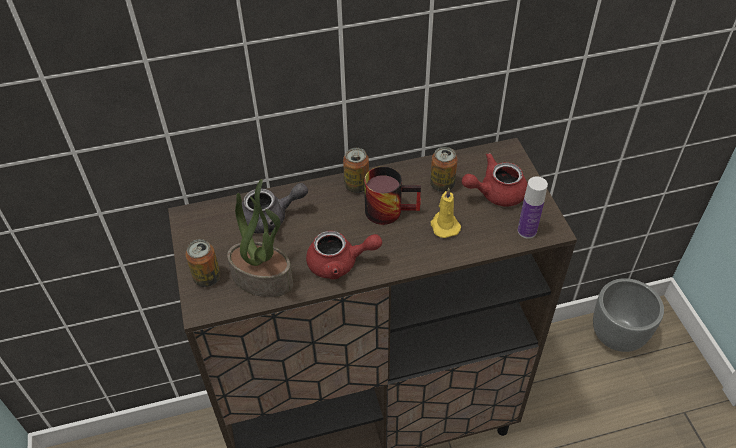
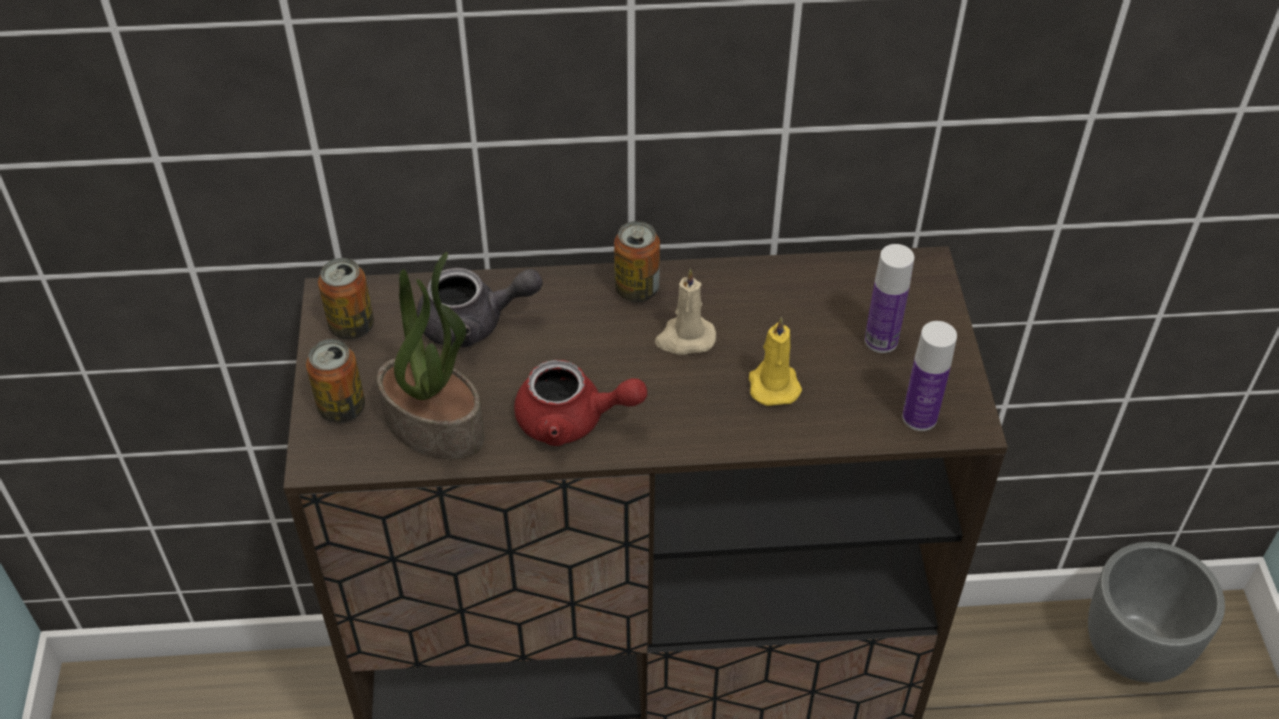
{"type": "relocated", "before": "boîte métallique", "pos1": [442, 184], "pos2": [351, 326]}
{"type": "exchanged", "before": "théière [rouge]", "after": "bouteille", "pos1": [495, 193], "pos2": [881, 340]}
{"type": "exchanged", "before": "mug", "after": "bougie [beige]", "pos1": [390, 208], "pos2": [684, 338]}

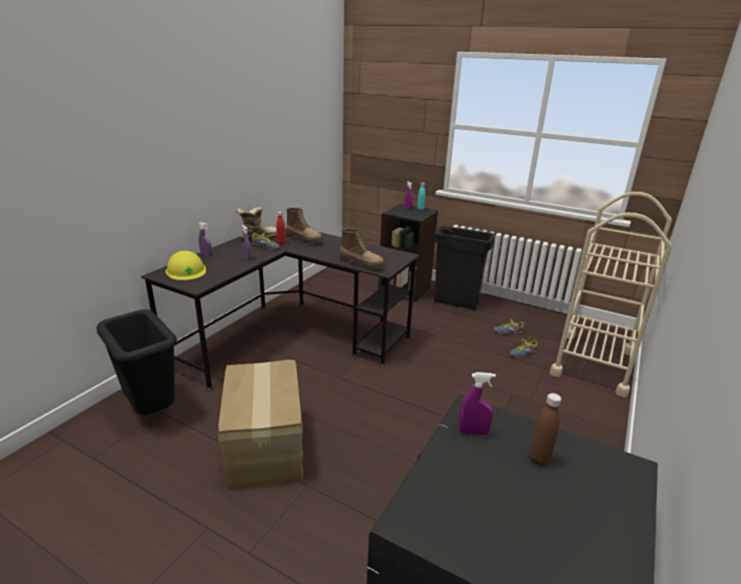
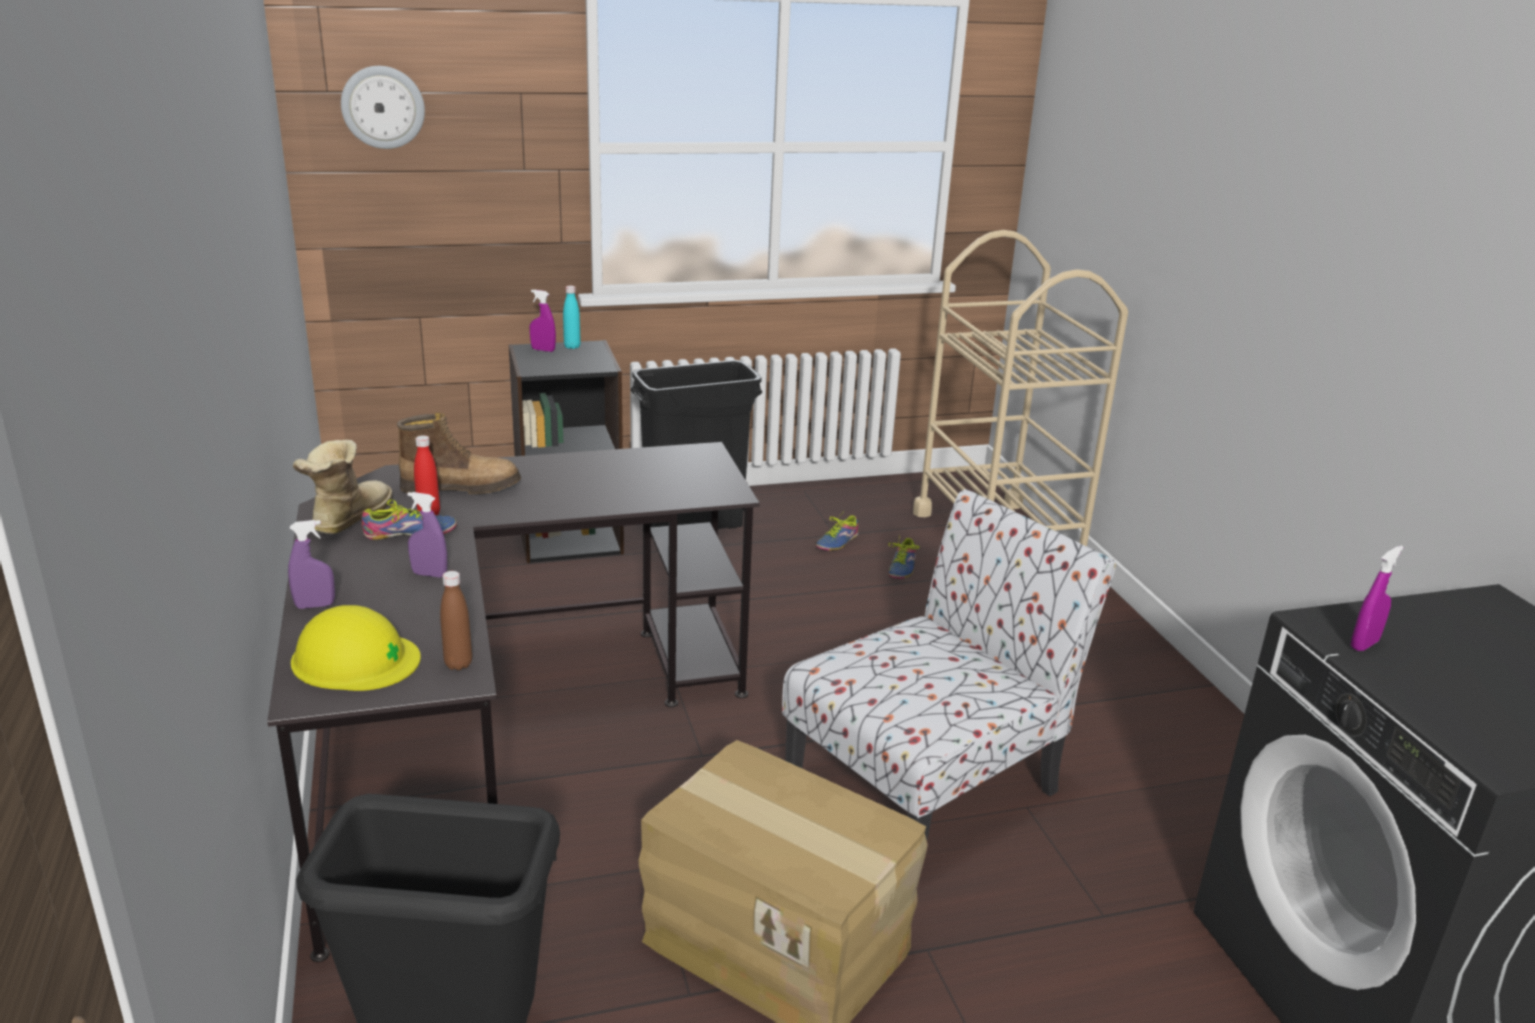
{"type": "missing", "before": "botte", "pos1": [362, 264]}
{"type": "relocated", "before": "bouteille [marron]", "pos1": [539, 459], "pos2": [458, 664]}
{"type": "appeared", "after": "horloge murale", "pos2": [383, 107]}
{"type": "appeared", "after": "chaise", "pos2": [927, 783]}

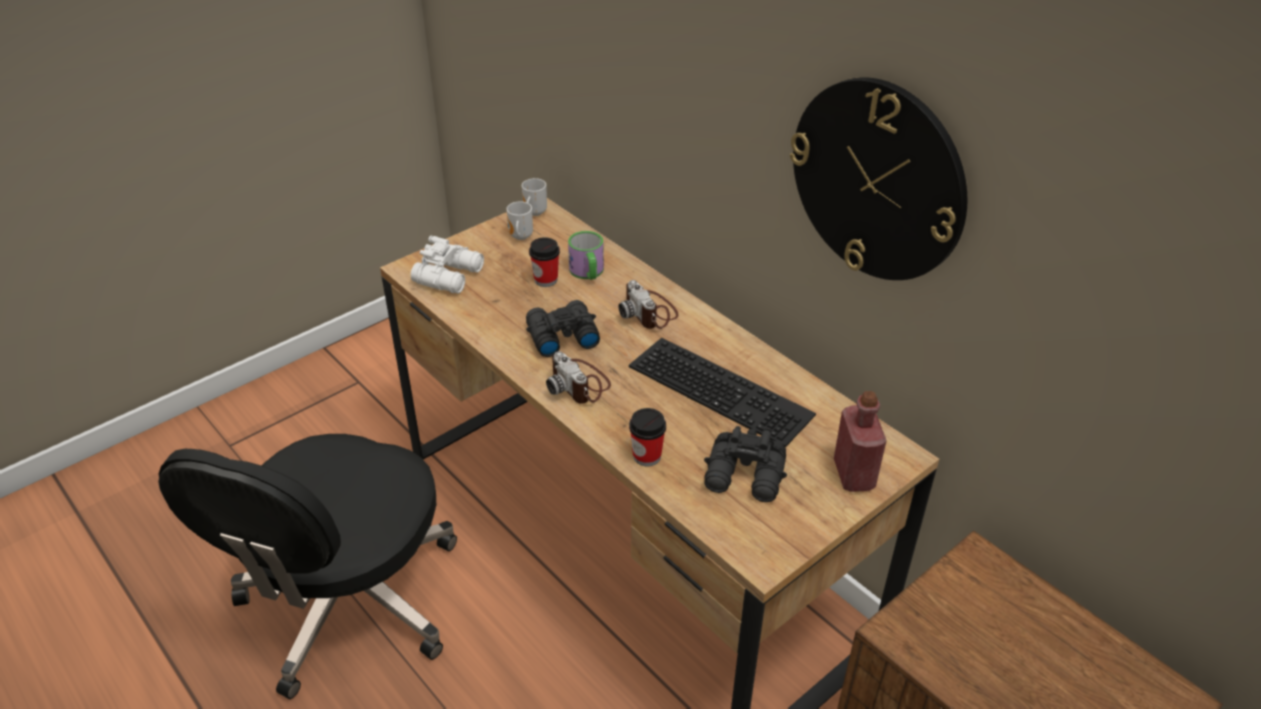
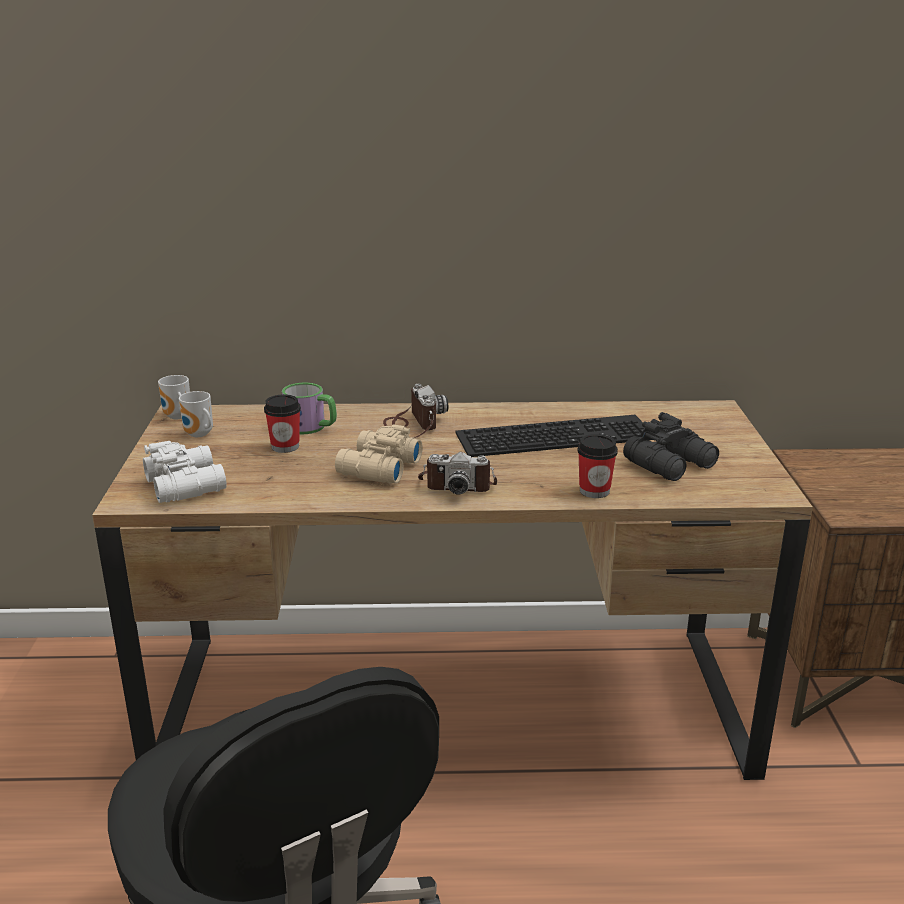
{"type": "missing", "before": "horloge murale", "pos1": [877, 180]}
{"type": "spun", "before": "appareil photo", "pos1": [649, 312], "pos2": [412, 424], "turn": -120}
{"type": "colour", "before": "jumelles [noir]", "after": "jumelles [beige]", "pos1": [561, 336], "pos2": [377, 468]}
{"type": "missing", "before": "bouteille [rouge]", "pos1": [853, 474]}

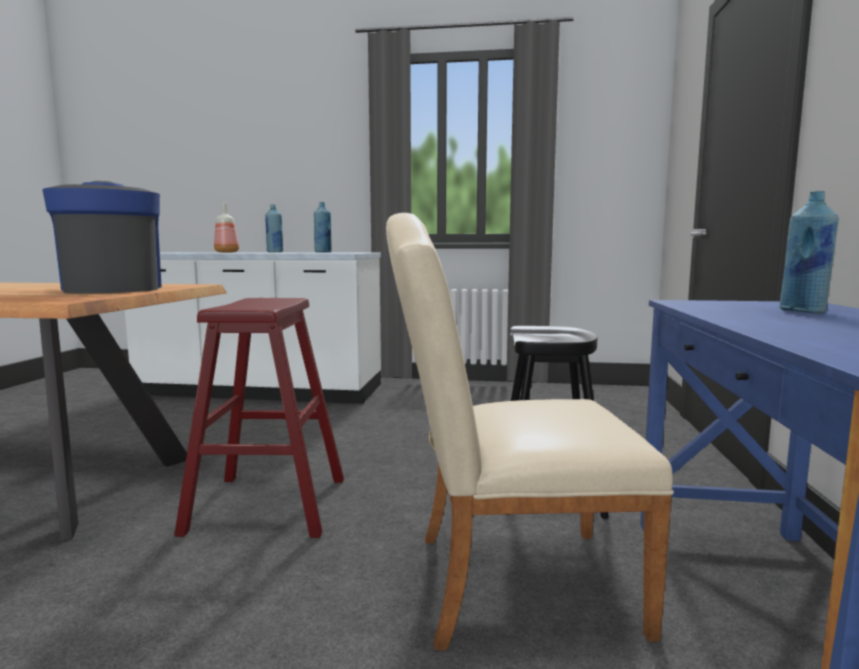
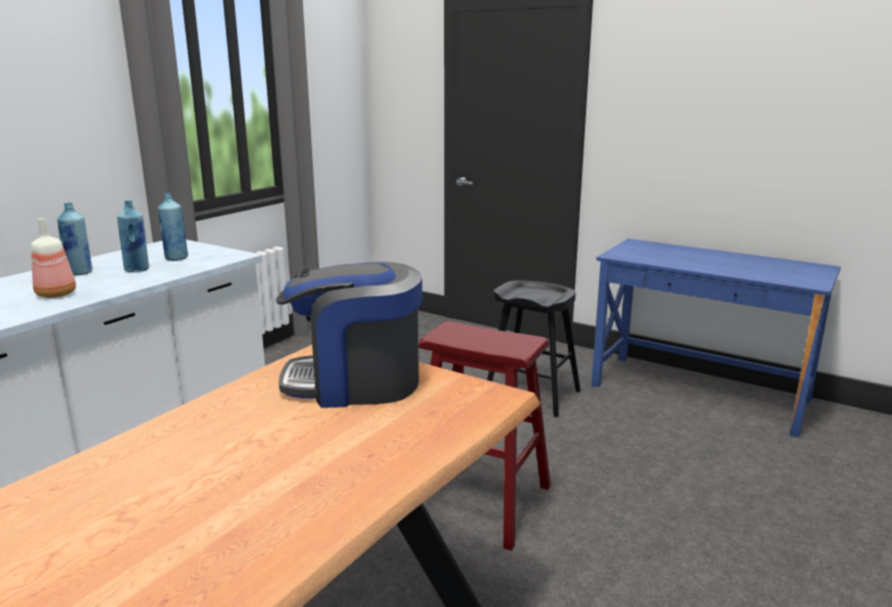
{"type": "relocated", "before": "bouteille [bleu]", "pos1": [803, 312], "pos2": [137, 270]}
{"type": "missing", "before": "chaise [beige]", "pos1": [506, 582]}

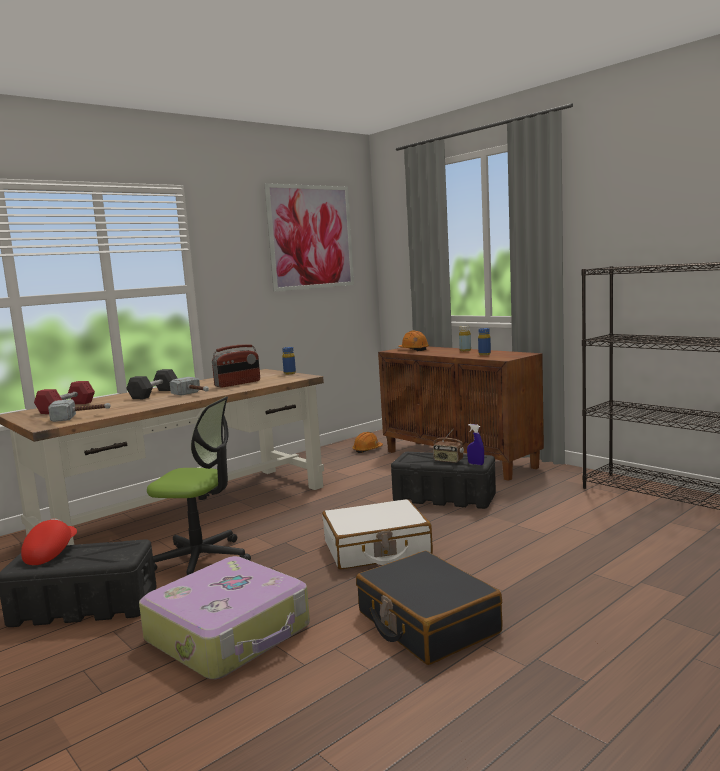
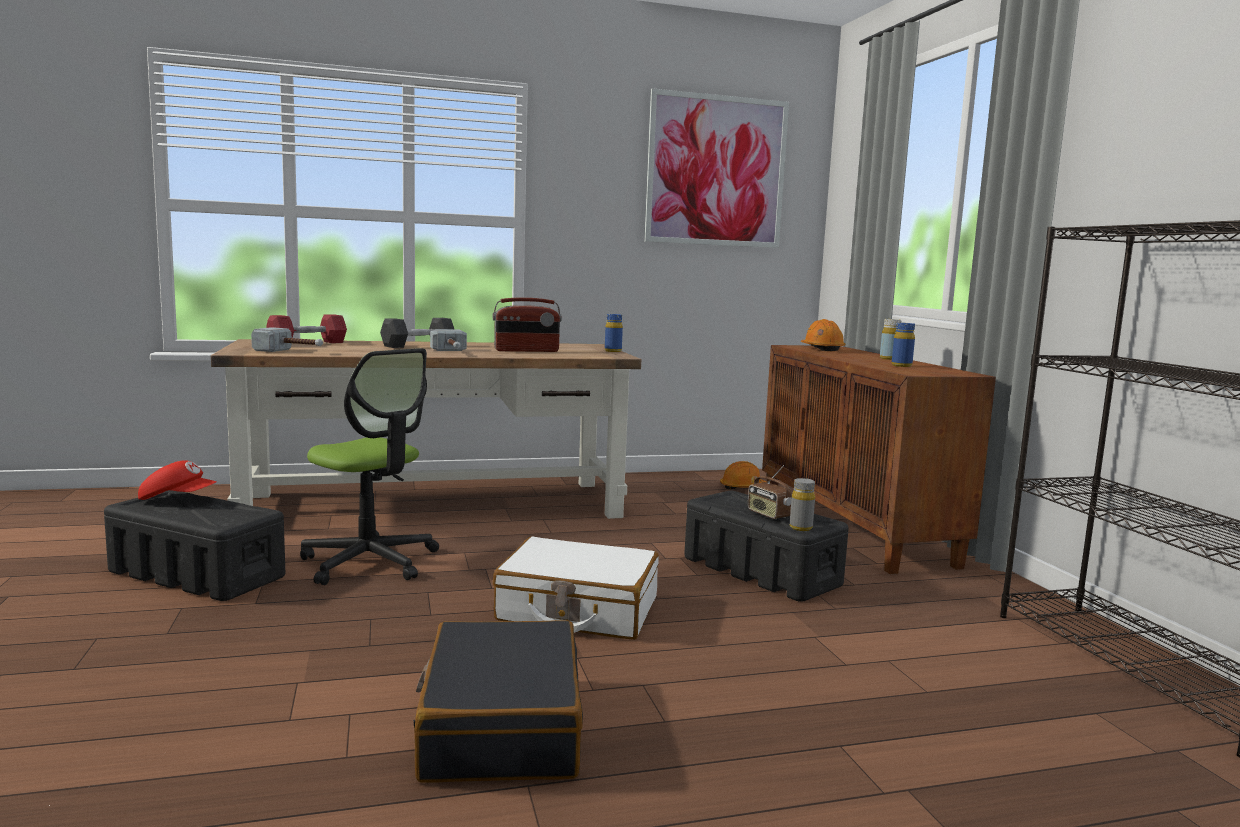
{"type": "exchanged", "before": "vaporisateur [bleu]", "after": "bouteille [gris]", "pos1": [476, 464], "pos2": [800, 528]}
{"type": "spun", "before": "casquette [rouge]", "pos1": [51, 553], "pos2": [178, 499], "turn": 60}
{"type": "missing", "before": "valise", "pos1": [230, 633]}

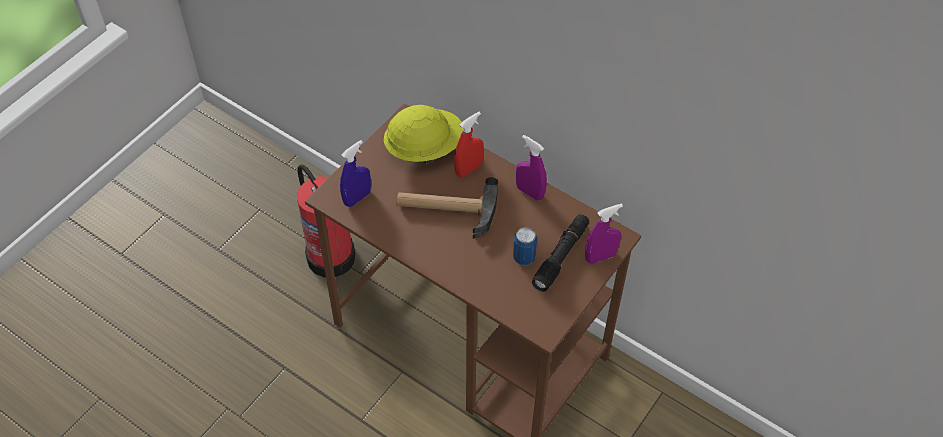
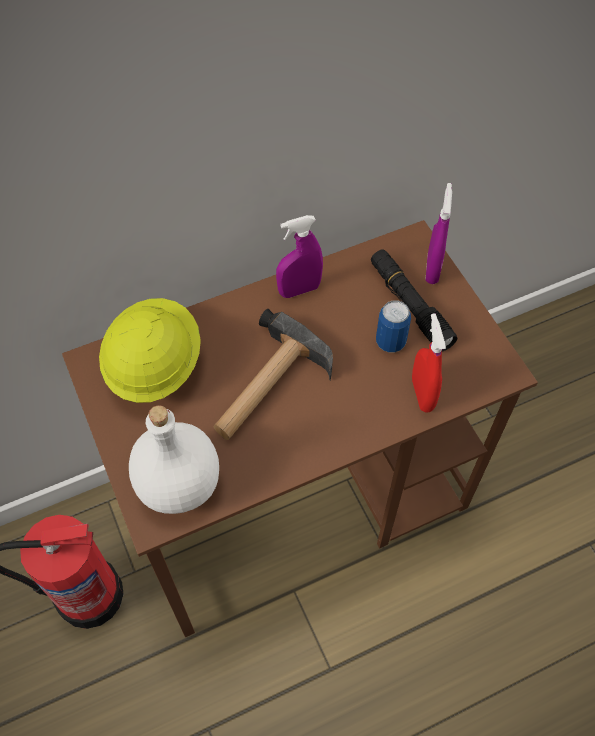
{"type": "relocated", "before": "vaporisateur [rouge]", "pos1": [469, 169], "pos2": [422, 394]}
{"type": "exchanged", "before": "vaporisateur [bleu]", "after": "bouteille [blanc]", "pos1": [357, 198], "pos2": [179, 483]}

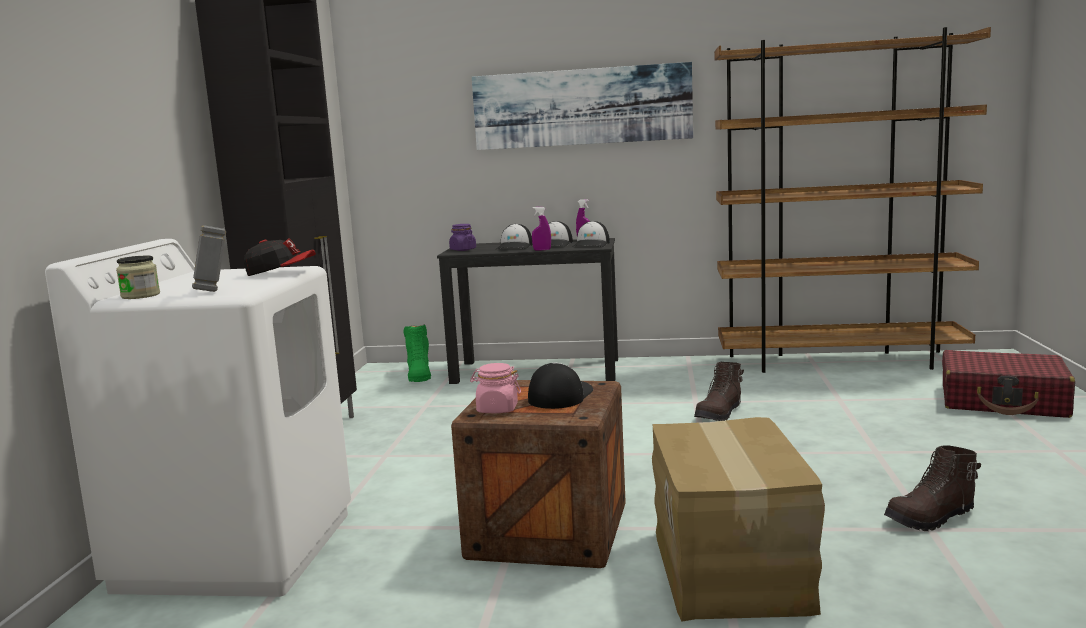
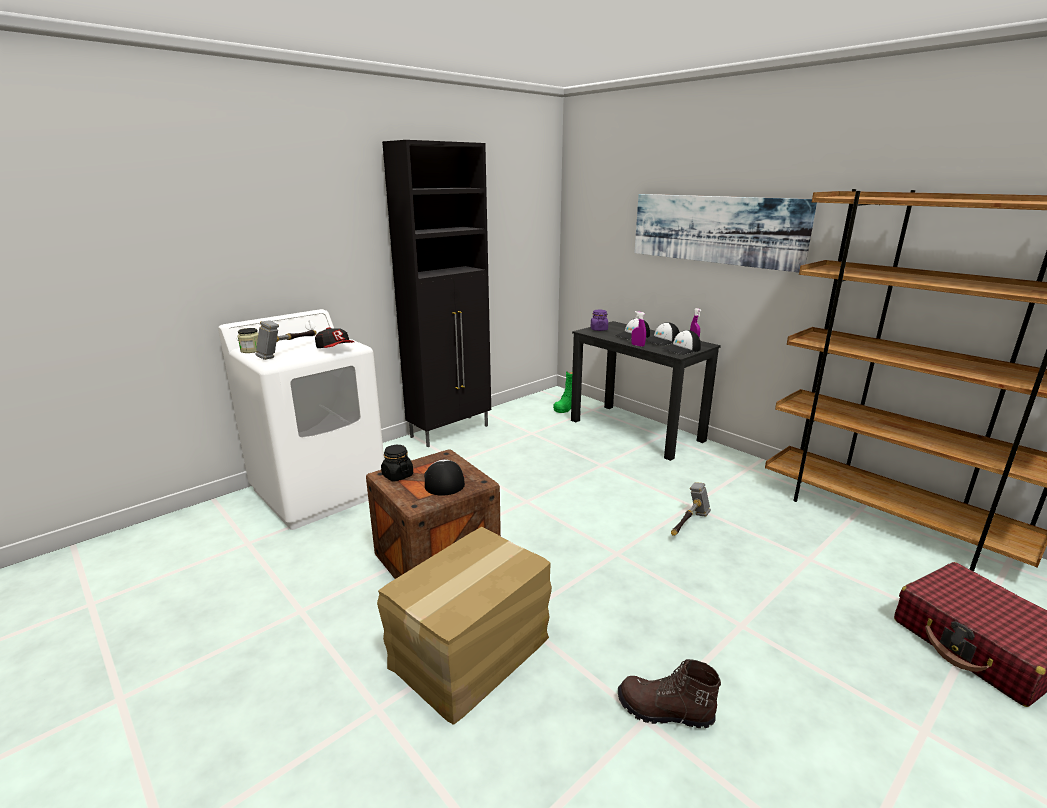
{"type": "spun", "before": "casquette", "pos1": [560, 396], "pos2": [443, 481], "turn": -75}
{"type": "exchanged", "before": "botte [marron]", "after": "marteau", "pos1": [720, 414], "pos2": [688, 525]}
{"type": "colour", "before": "bocal [rose]", "after": "bocal [noir]", "pos1": [497, 409], "pos2": [397, 475]}

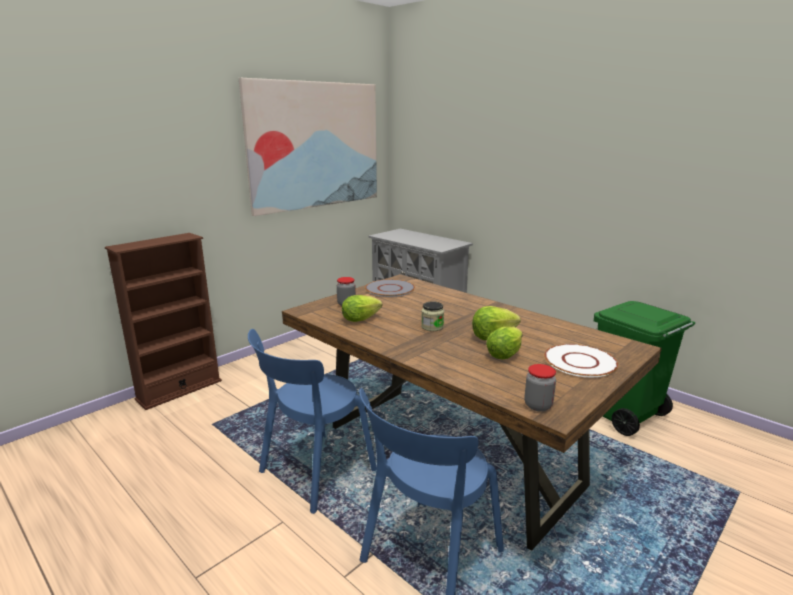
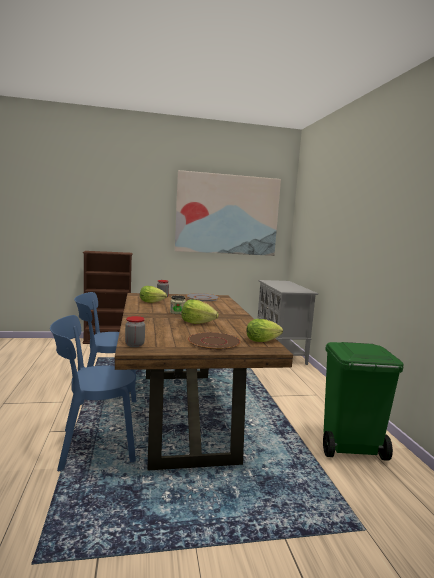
{"type": "relocated", "before": "laitue", "pos1": [506, 354], "pos2": [264, 341]}
{"type": "colour", "before": "assiette [blanc]", "after": "assiette [marron]", "pos1": [580, 361], "pos2": [214, 342]}

